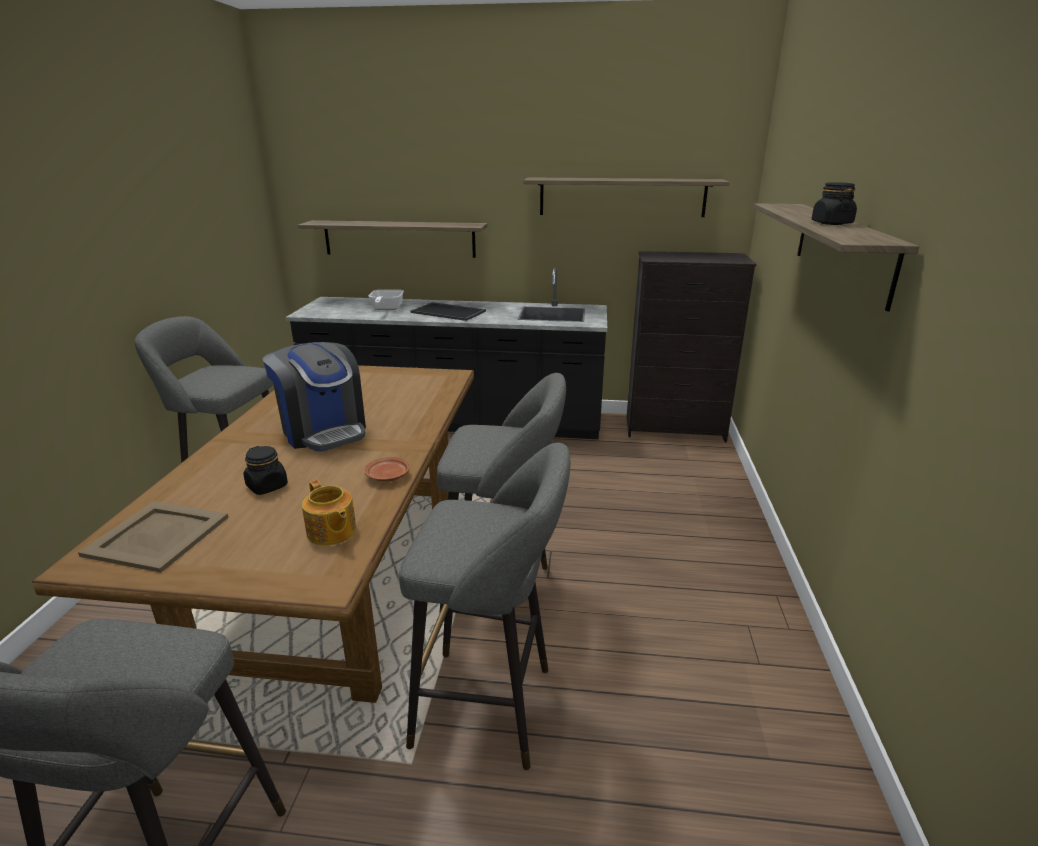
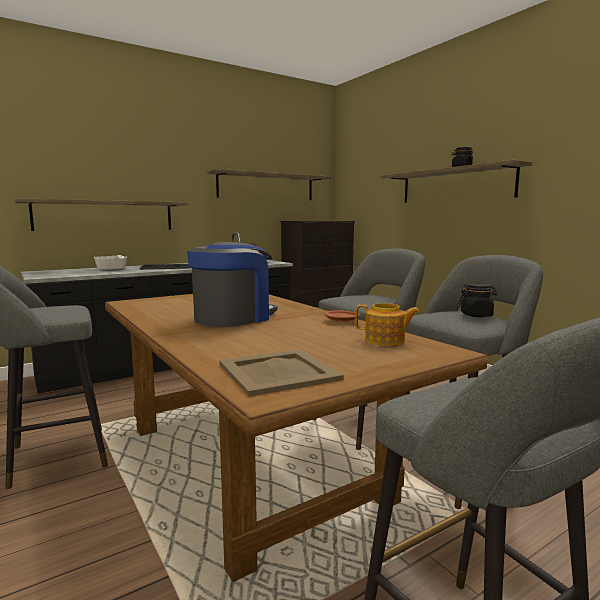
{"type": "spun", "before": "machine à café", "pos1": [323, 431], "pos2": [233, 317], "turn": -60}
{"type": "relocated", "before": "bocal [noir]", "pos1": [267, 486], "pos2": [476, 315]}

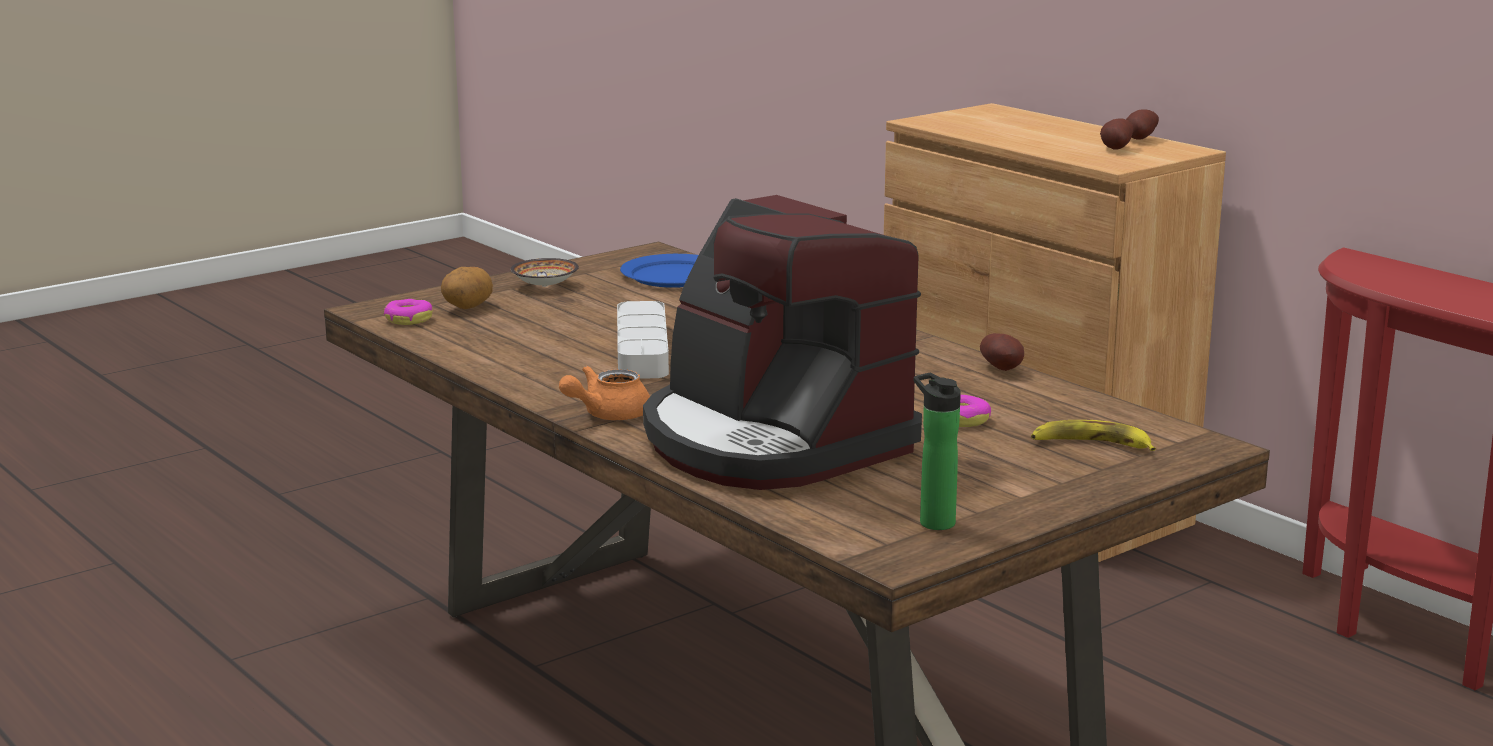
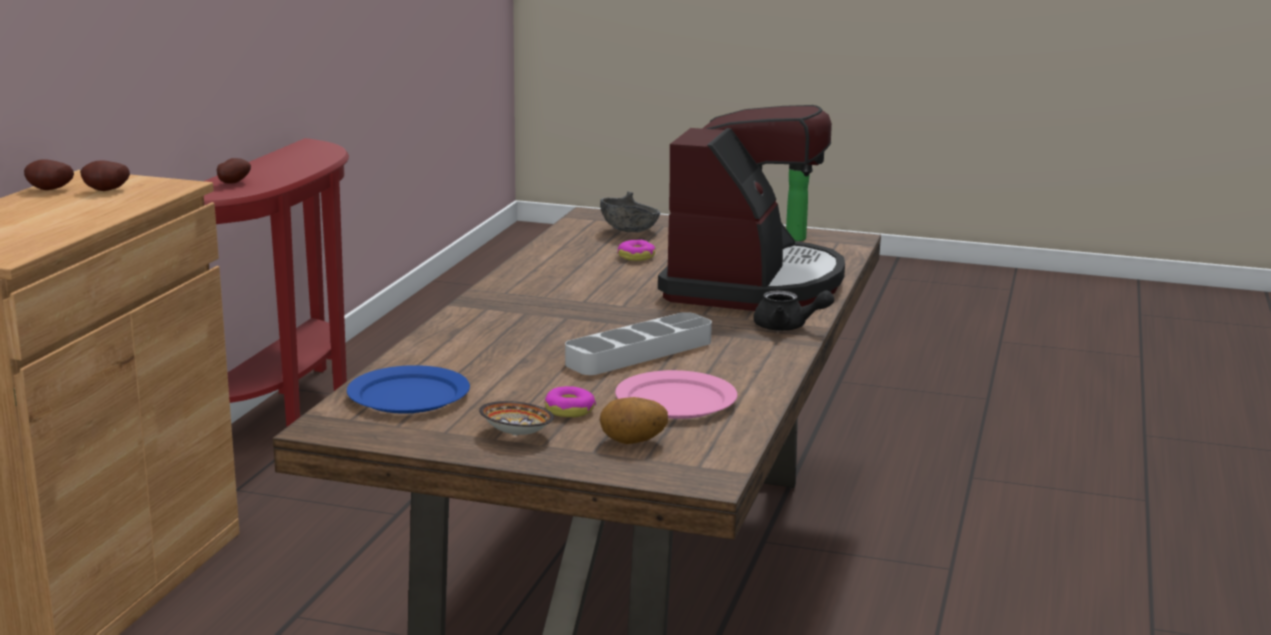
{"type": "relocated", "before": "beignet", "pos1": [408, 319], "pos2": [569, 410]}
{"type": "relocated", "before": "pomme de terre", "pos1": [1003, 369], "pos2": [232, 183]}
{"type": "colour", "before": "théière [orange]", "after": "théière [noir]", "pos1": [607, 415], "pos2": [787, 327]}
{"type": "exchanged", "before": "banane", "after": "bol [gris]", "pos1": [1091, 445], "pos2": [630, 231]}
{"type": "appeared", "after": "assiette [rose]", "pos2": [677, 401]}

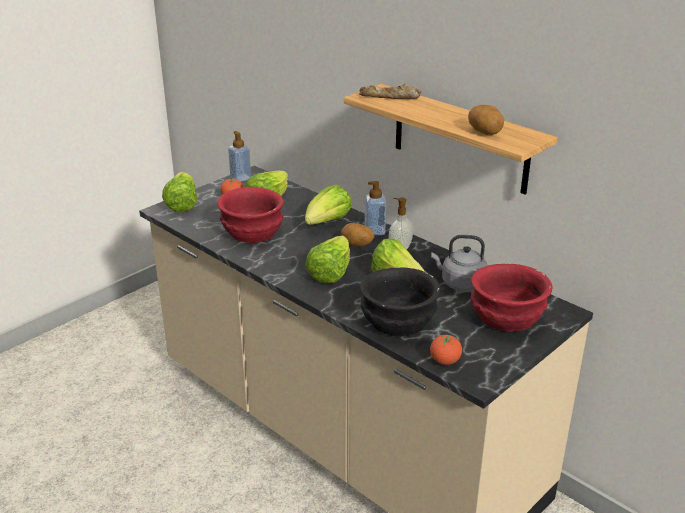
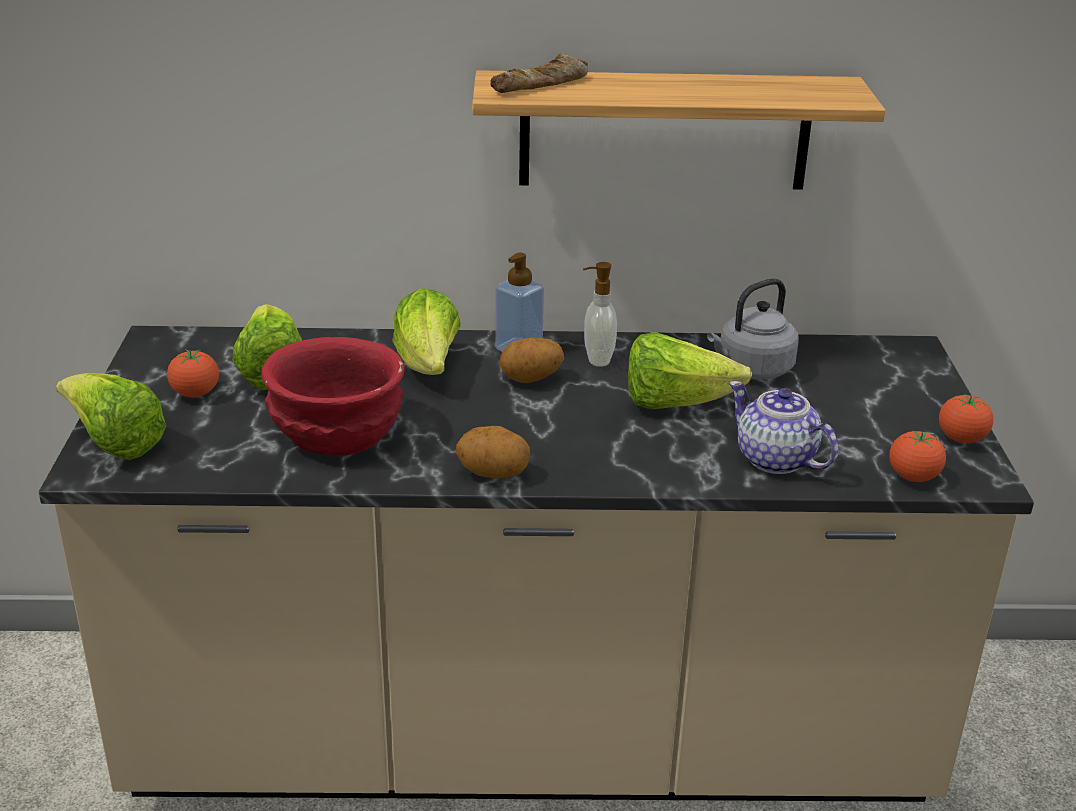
{"type": "relocated", "before": "pomme de terre", "pos1": [485, 132], "pos2": [493, 473]}
{"type": "missing", "before": "distributeur de savon", "pos1": [240, 178]}
{"type": "missing", "before": "laitue", "pos1": [330, 273]}
{"type": "missing", "before": "bol [rouge]", "pos1": [505, 318]}
{"type": "exchanged", "before": "bol [noir]", "after": "théière", "pos1": [397, 323], "pos2": [775, 460]}
{"type": "appeared", "after": "tomate", "pos2": [961, 439]}

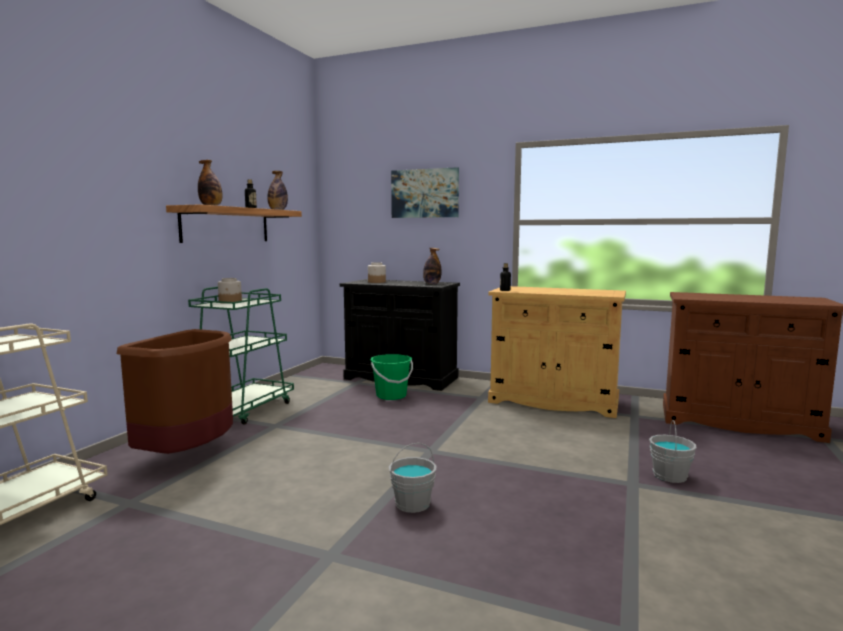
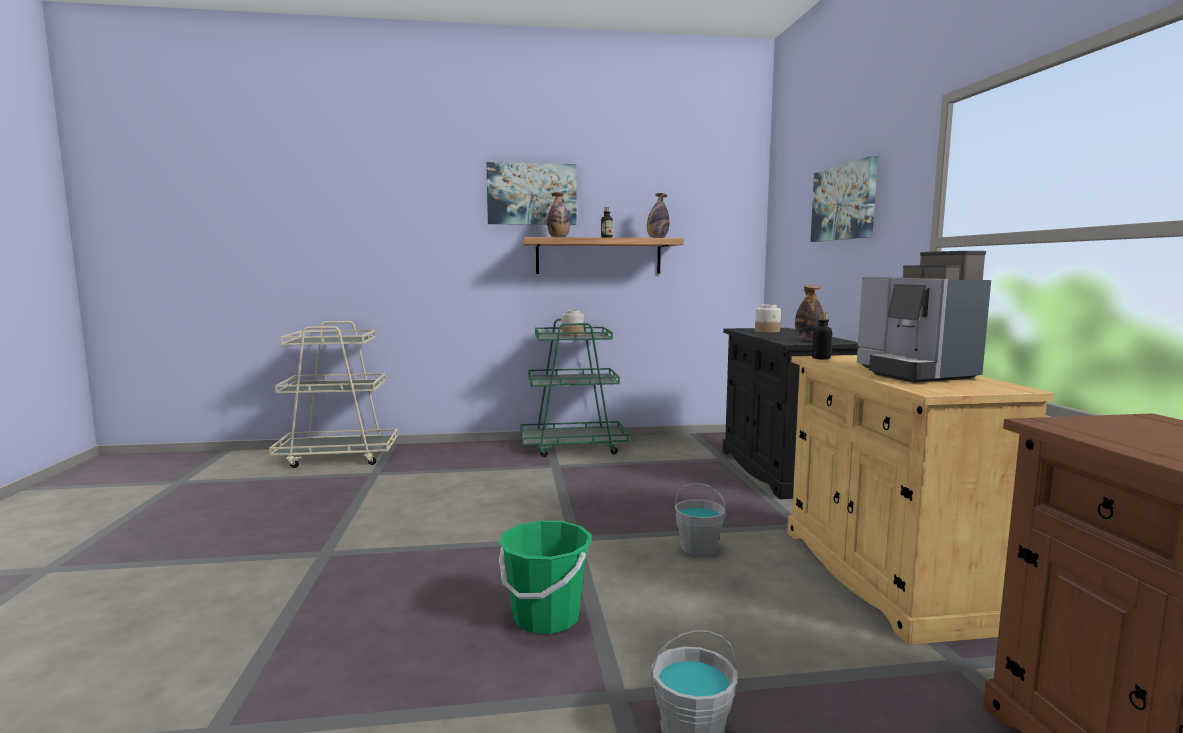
{"type": "missing", "before": "poubelle [marron]", "pos1": [189, 453]}
{"type": "relocated", "before": "seau [vert]", "pos1": [391, 396], "pos2": [546, 617]}
{"type": "relocated", "before": "seau [gris]", "pos1": [412, 503], "pos2": [699, 547]}
{"type": "appeared", "after": "tableau", "pos2": [532, 194]}
{"type": "appeared", "after": "machine à café", "pos2": [913, 374]}

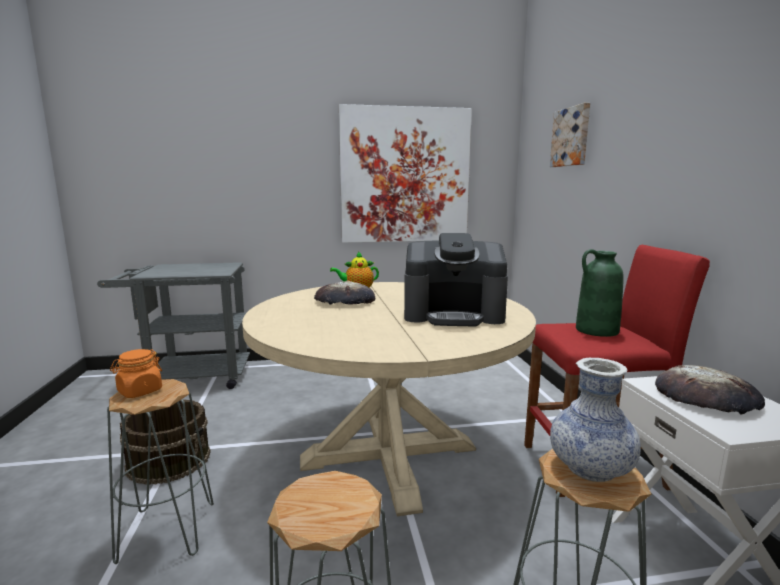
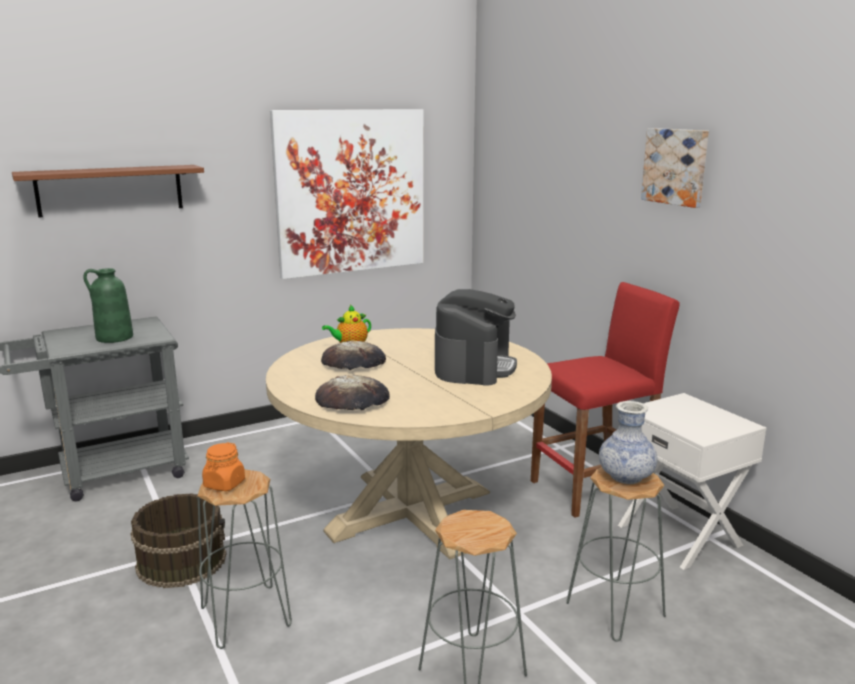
{"type": "relocated", "before": "tableau", "pos1": [571, 137], "pos2": [676, 166]}
{"type": "spun", "before": "machine à café", "pos1": [453, 314], "pos2": [474, 367], "turn": -60}
{"type": "relocated", "before": "vase [vert]", "pos1": [596, 330], "pos2": [114, 338]}
{"type": "relocated", "before": "pain", "pos1": [707, 397], "pos2": [353, 400]}
{"type": "appeared", "after": "étagère [marron]", "pos2": [110, 190]}

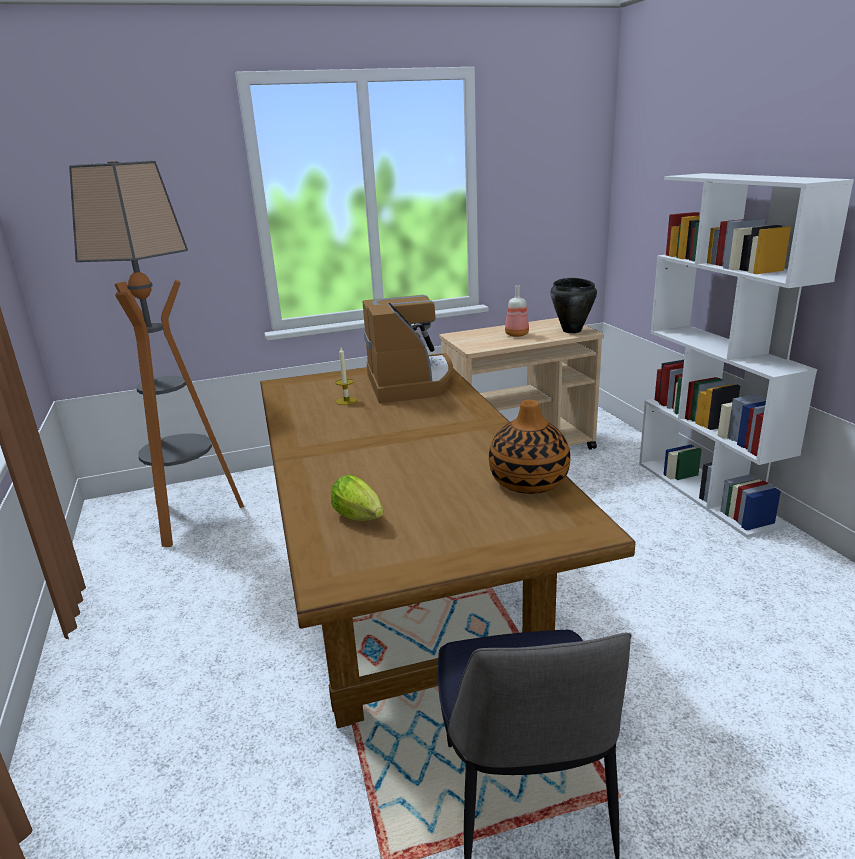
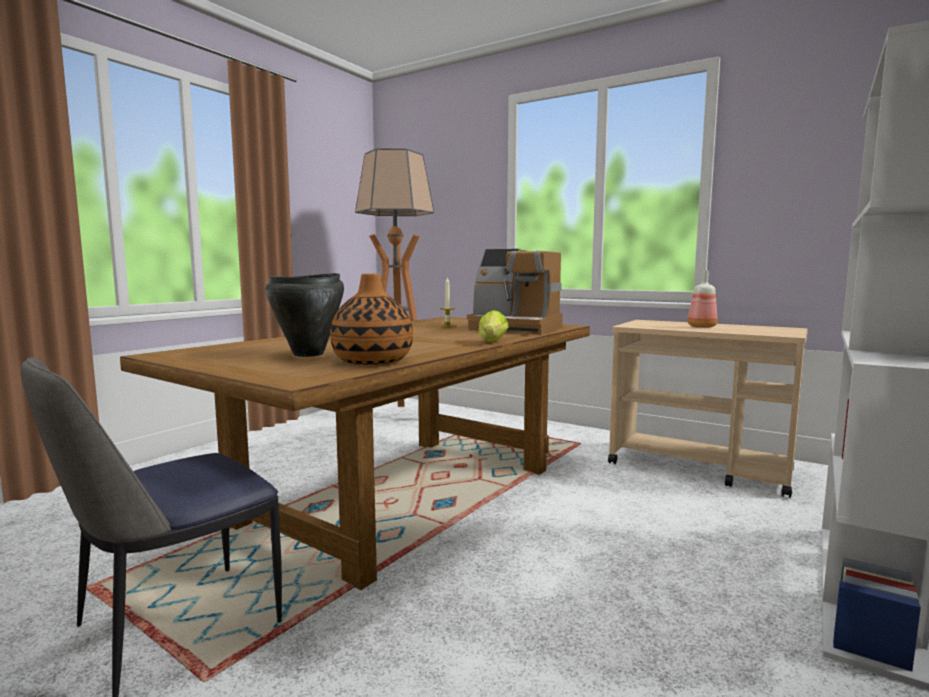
{"type": "relocated", "before": "marmite [noir]", "pos1": [572, 330], "pos2": [309, 354]}
{"type": "spun", "before": "machine à café", "pos1": [411, 383], "pos2": [514, 328], "turn": 75}
{"type": "relocated", "before": "laitue", "pos1": [361, 518], "pos2": [492, 342]}

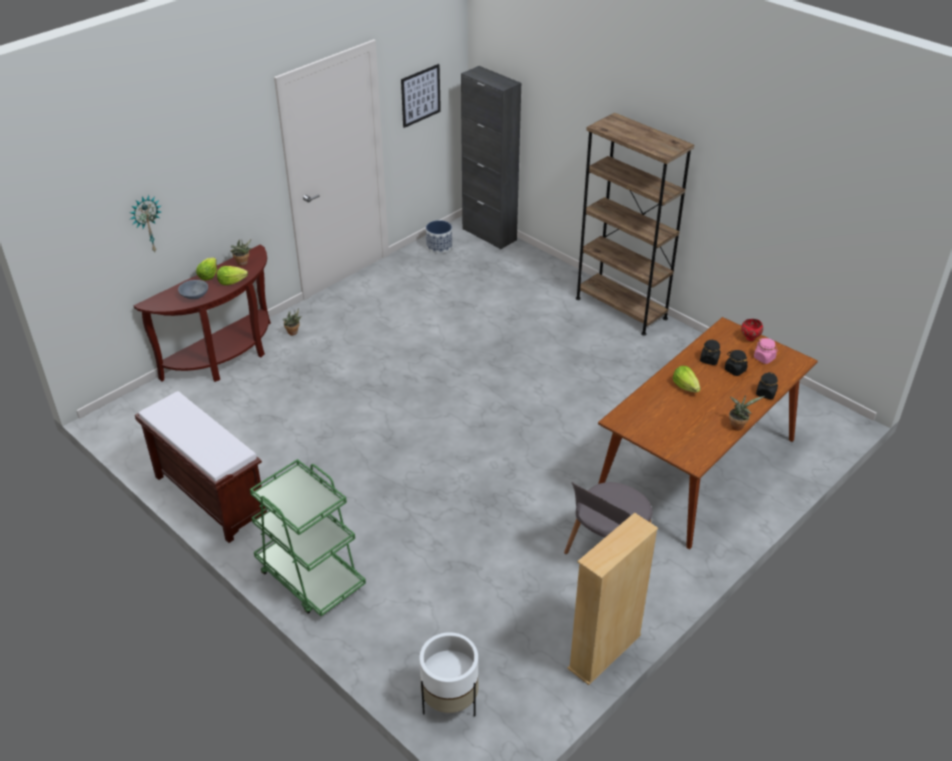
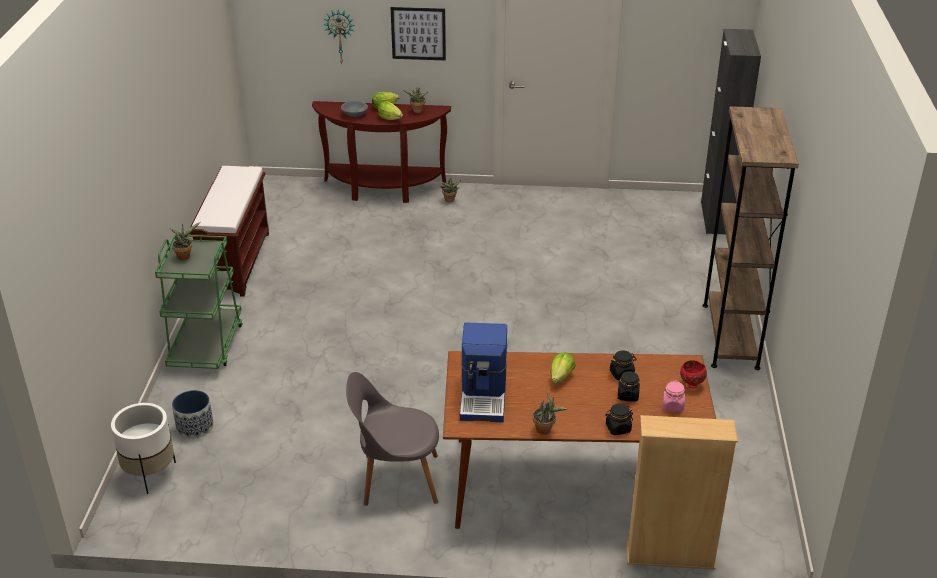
{"type": "relocated", "before": "tableau", "pos1": [420, 95], "pos2": [418, 33]}
{"type": "relocated", "before": "cache-pot", "pos1": [439, 247], "pos2": [194, 427]}
{"type": "relocated", "before": "bibliothèque [beige]", "pos1": [604, 652], "pos2": [670, 556]}
{"type": "appeared", "after": "plante en pot", "pos2": [185, 256]}
{"type": "appeared", "after": "machine à café", "pos2": [484, 396]}

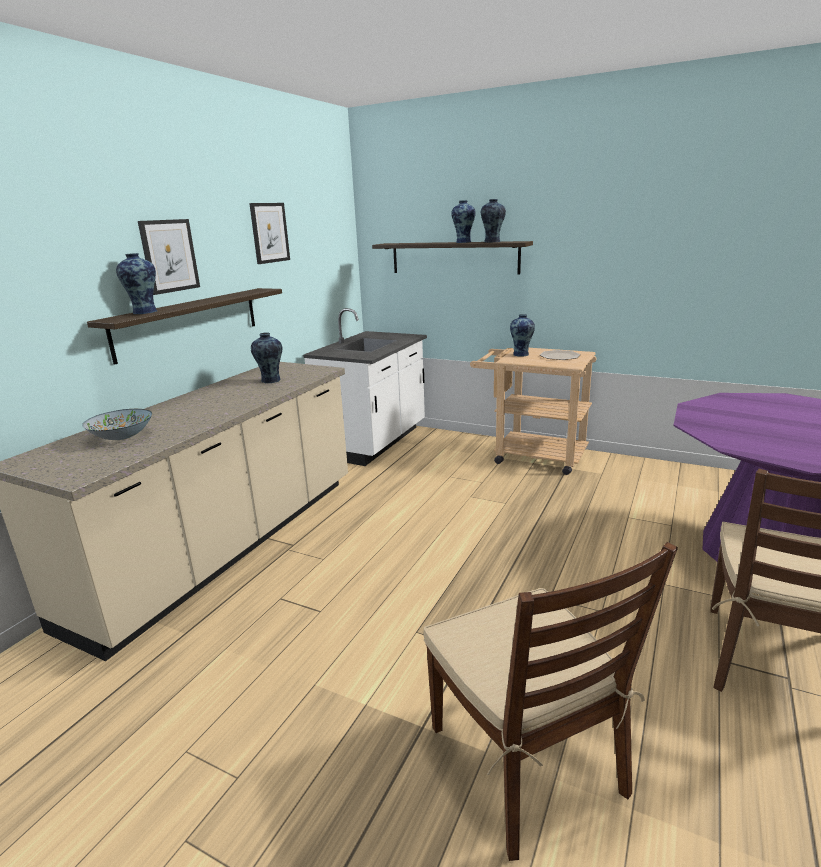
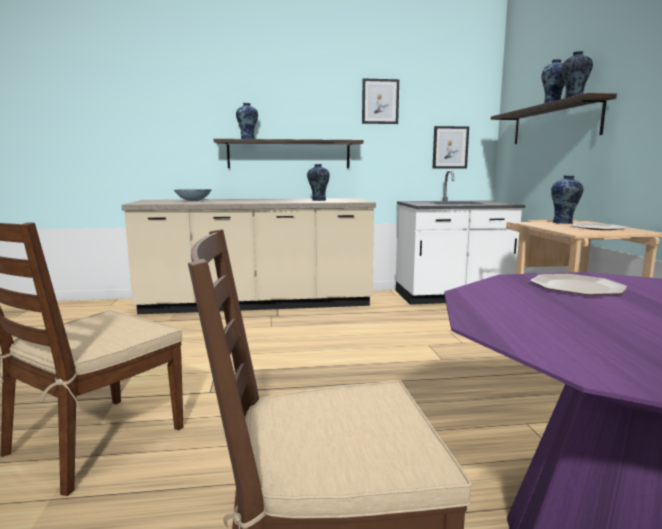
{"type": "relocated", "before": "tableau", "pos1": [169, 256], "pos2": [450, 147]}
{"type": "appeared", "after": "assiette", "pos2": [577, 287]}

